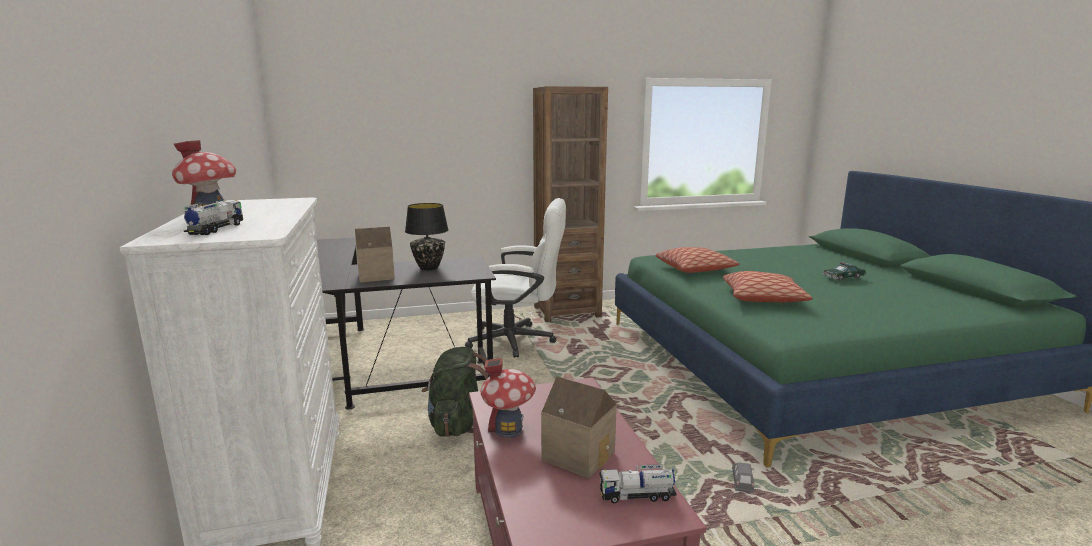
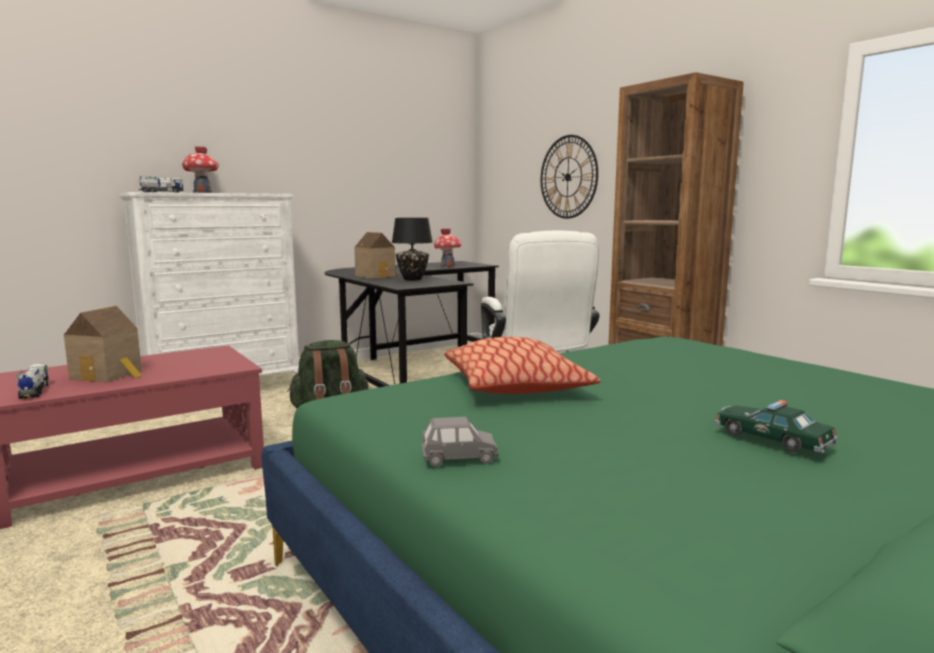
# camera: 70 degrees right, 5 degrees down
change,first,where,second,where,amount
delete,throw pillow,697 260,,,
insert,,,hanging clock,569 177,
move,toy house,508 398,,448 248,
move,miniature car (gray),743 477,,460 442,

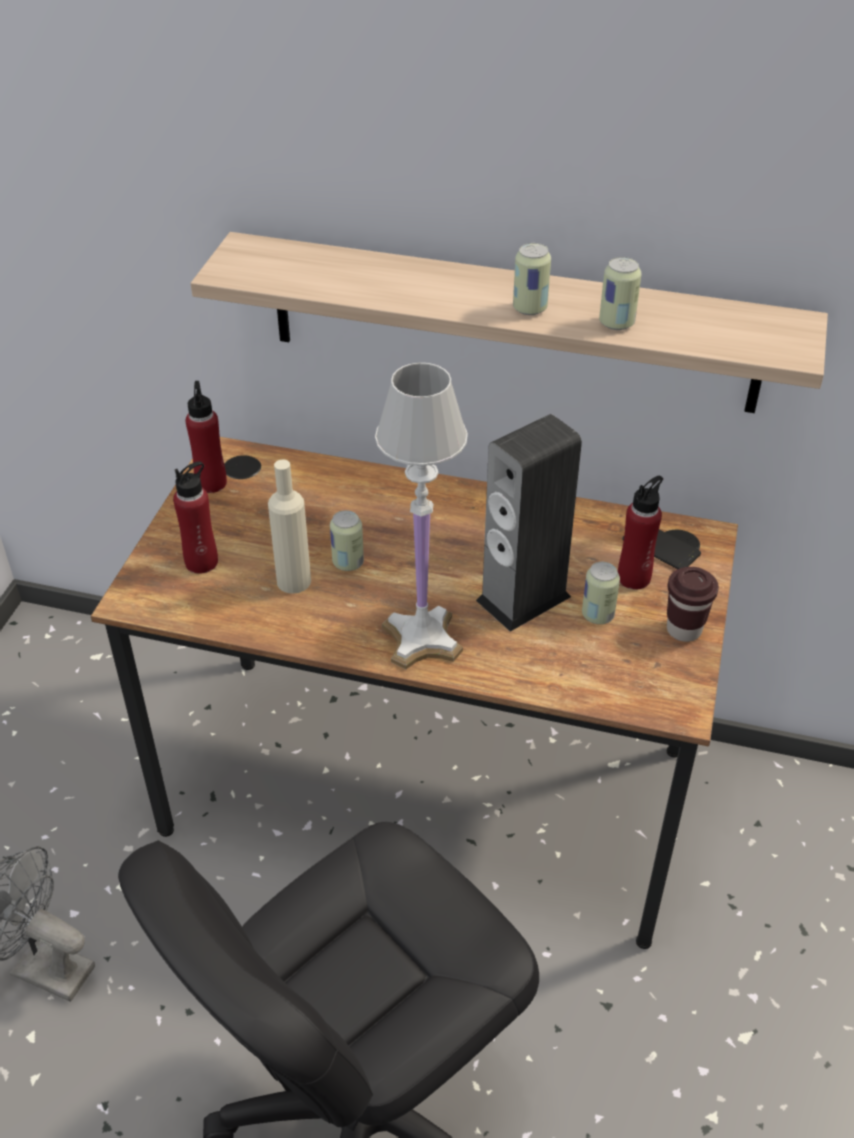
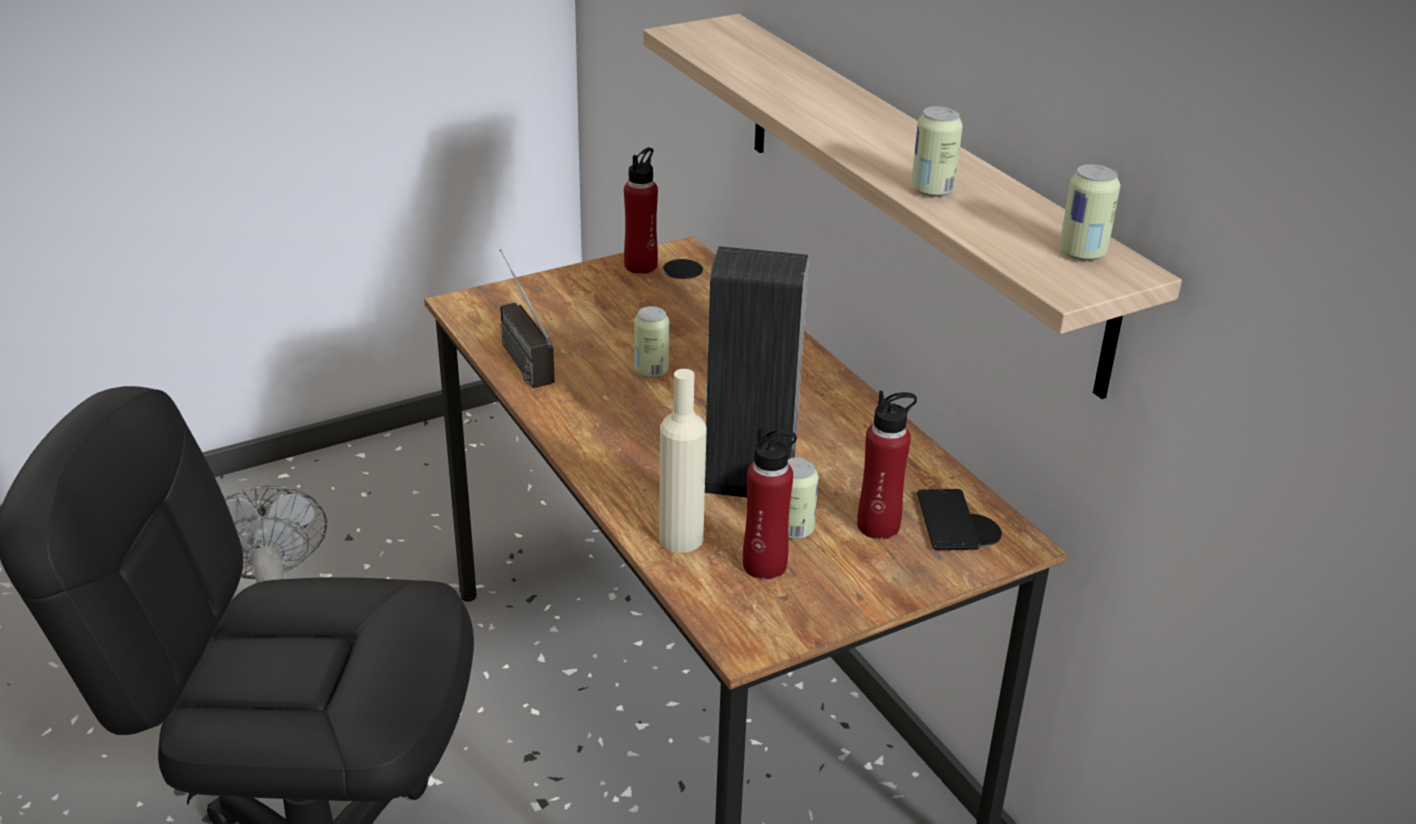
# camera: 45 degrees right, 10 degrees down
change,first,where,second,where,amount
delete,table lamp (whitish),421 516,,,
delete,cup (brownish),693 604,,,
insert,,,radio set,527 318,
move,bottle (reddish),195 518,,770 503,
move,bottle (beige),289 526,,682 461,
move,metal can,532 279,,1089 212,

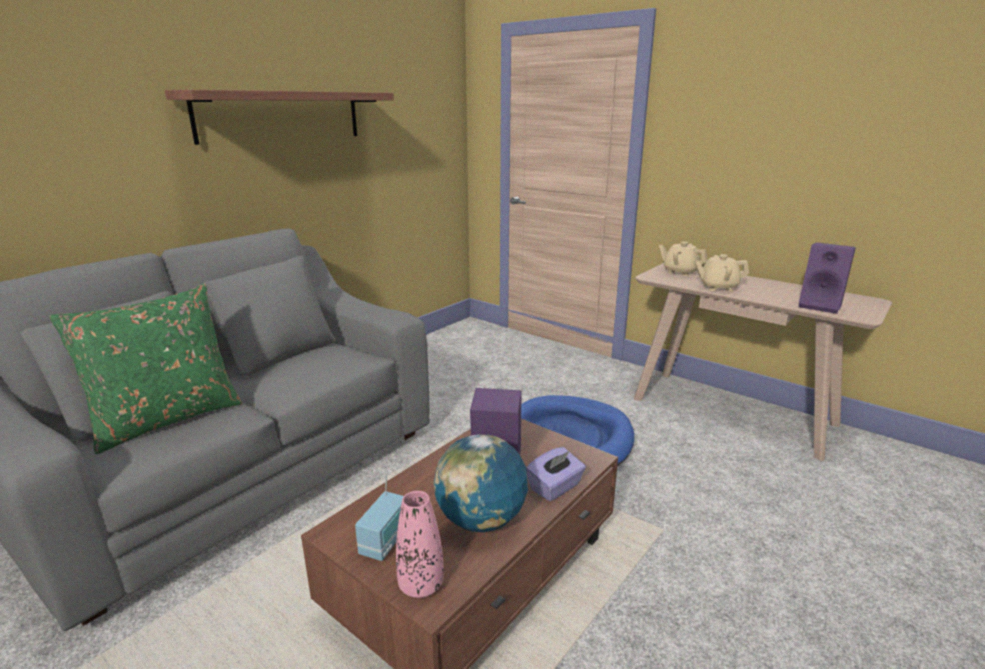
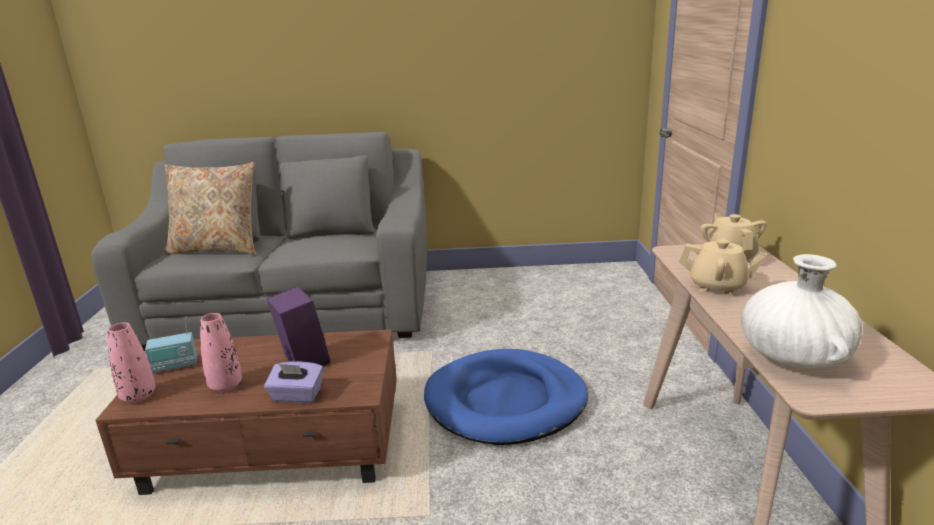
# camera: 50 degrees right, 0 degrees up
change,first,where,second,where,amount
delete,shelf,279 117,,,
replace,world globe,480 483,decorative vase (pink),221 352,
replace,speaker (purple-coloured),827 278,decorative vase (whitish),801 311,
recolor,throw pillow (greenish),146 369,throw pillow (beige),210 208,
rotate,teapot (beige),722 272,,723 267,150 degrees clockwise

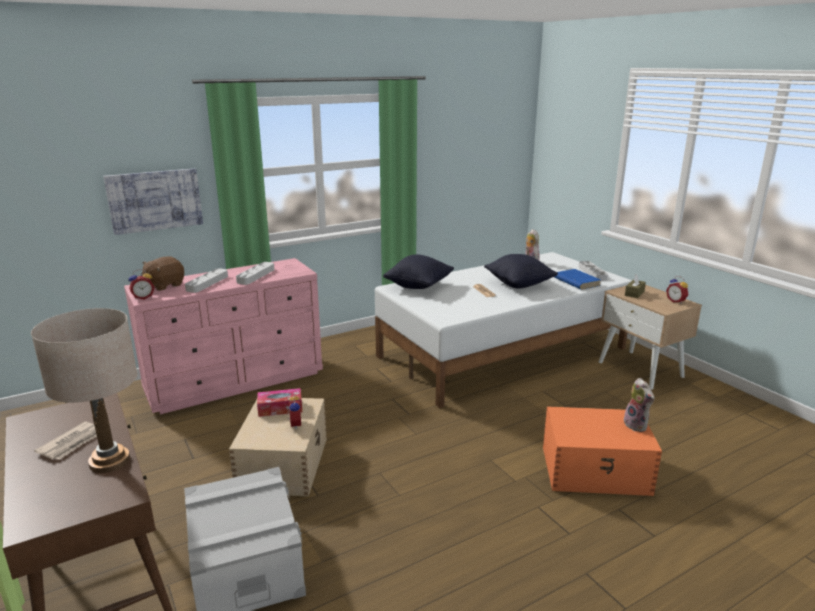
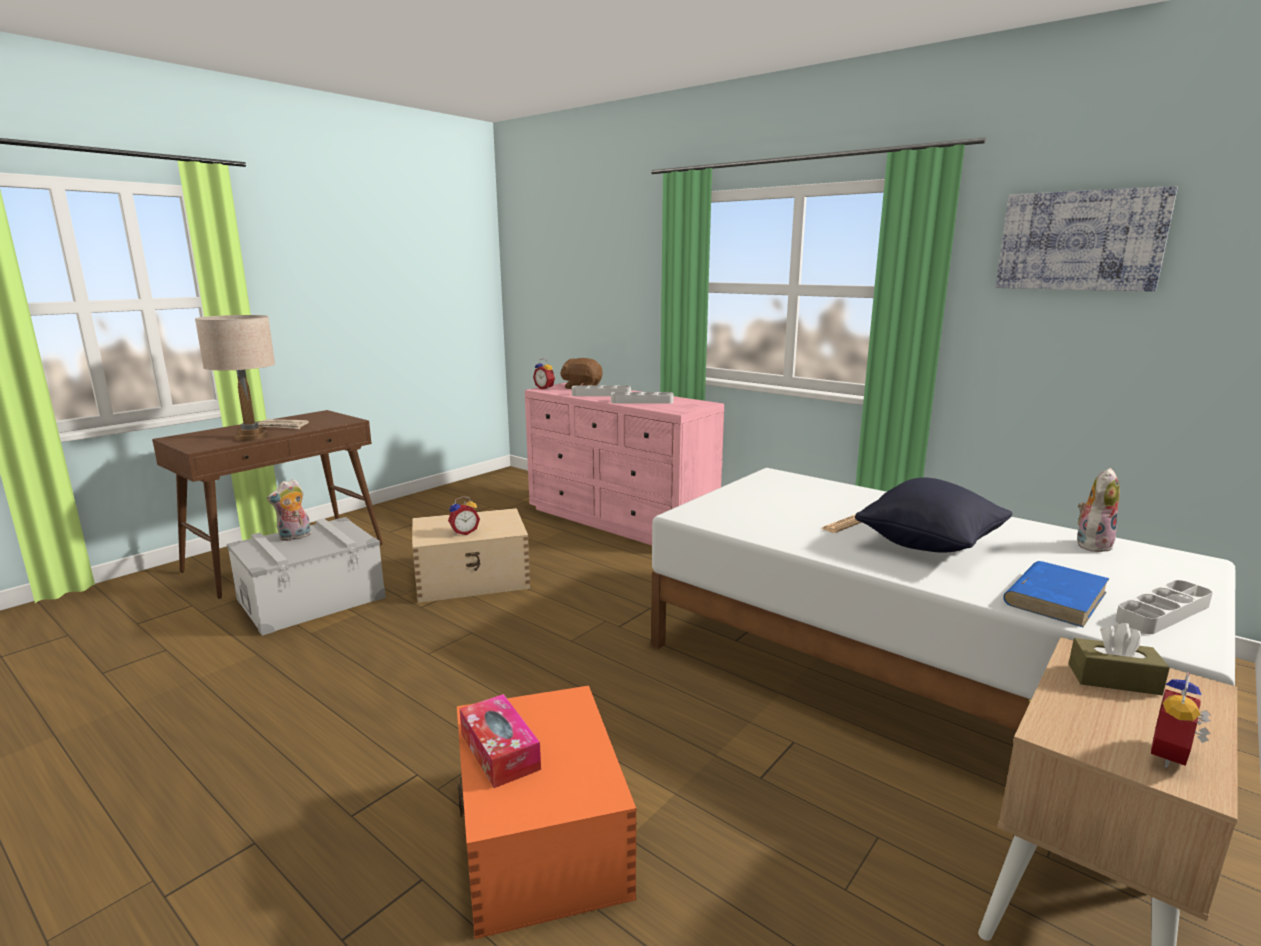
# camera: 70 degrees right, 5 degrees down
change,first,where,second,where,amount
delete,throw pillow (blackish),418 271,,,
move,wall picture,153 201,,1087 239,
move,tissue box,279 402,,500 741,
move,cuddly toy,639 405,,289 510,

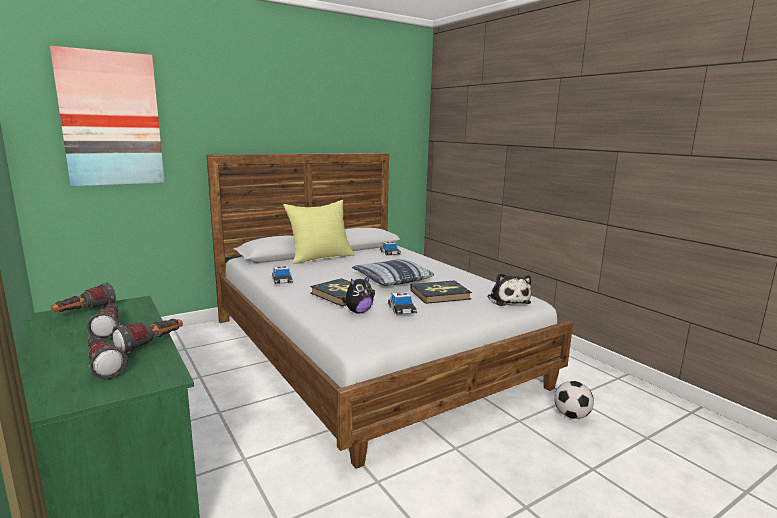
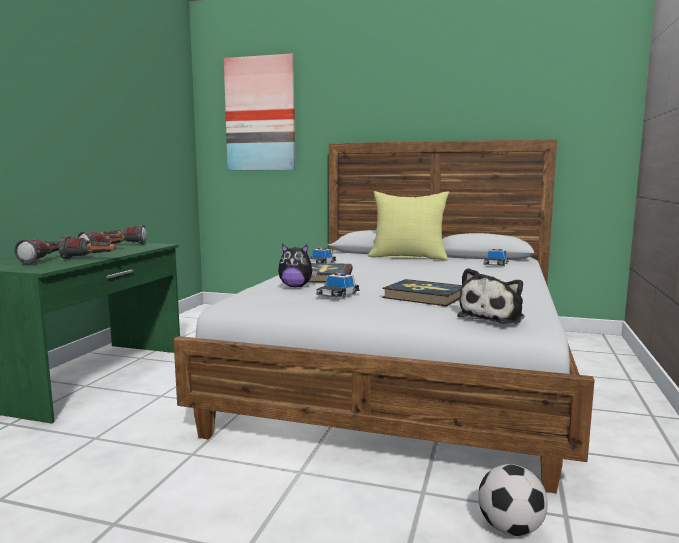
# camera: 50 degrees right, 5 degrees down
change,first,where,second,where,amount
delete,throw pillow,393 272,,,

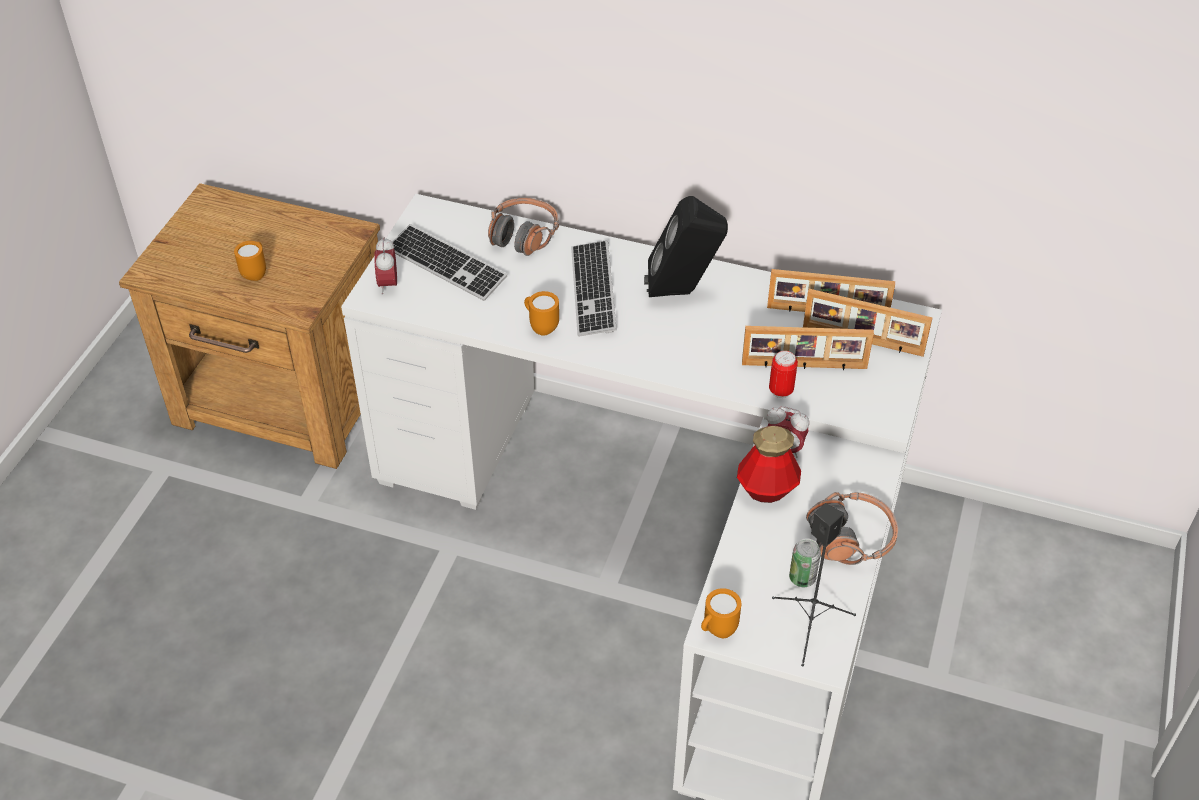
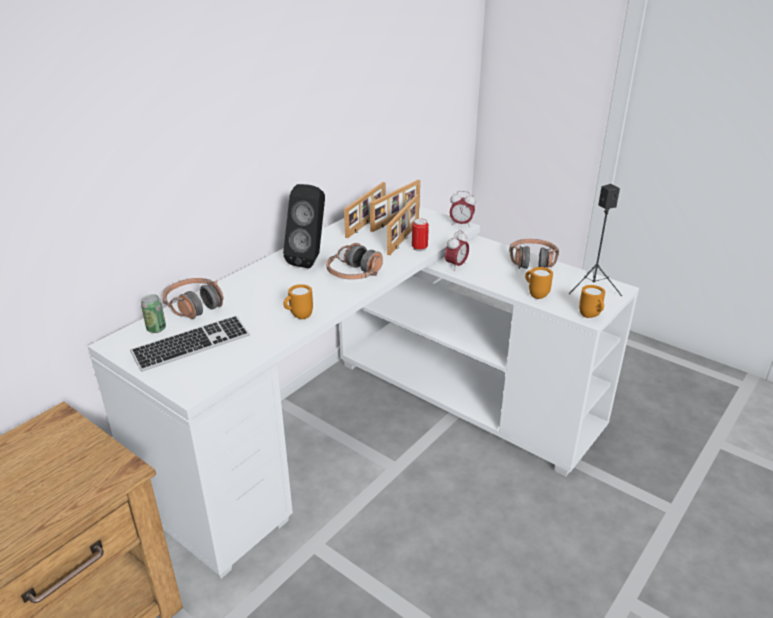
# camera: 70 degrees left, 15 degrees down
change,first,where,second,where,amount
delete,PC keyboard,594 288,,,
delete,bottle,769 464,,,
insert,,,headset,354 261,
move,mug (orangey),250 261,,539 283,
move,bedside clock,385 266,,462 209,
move,metal can,805 562,,153 313,

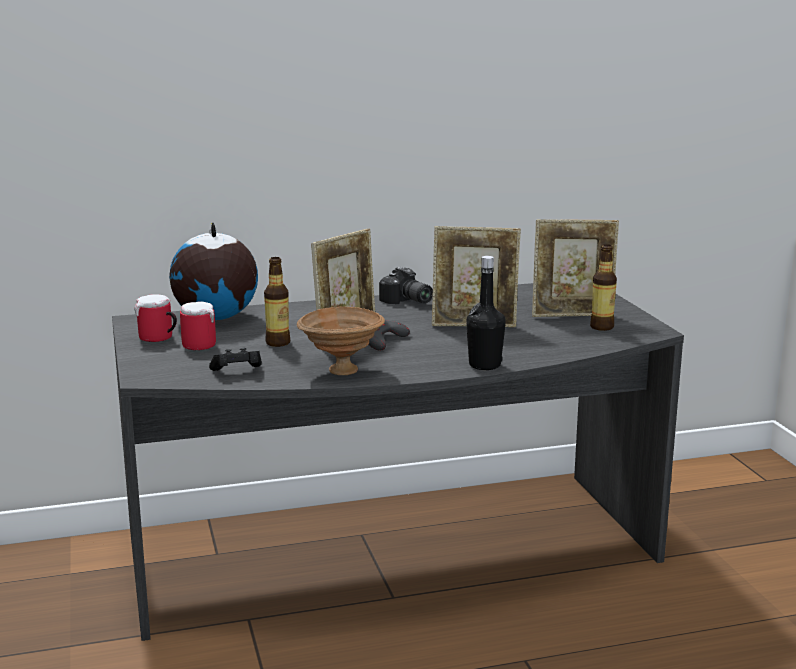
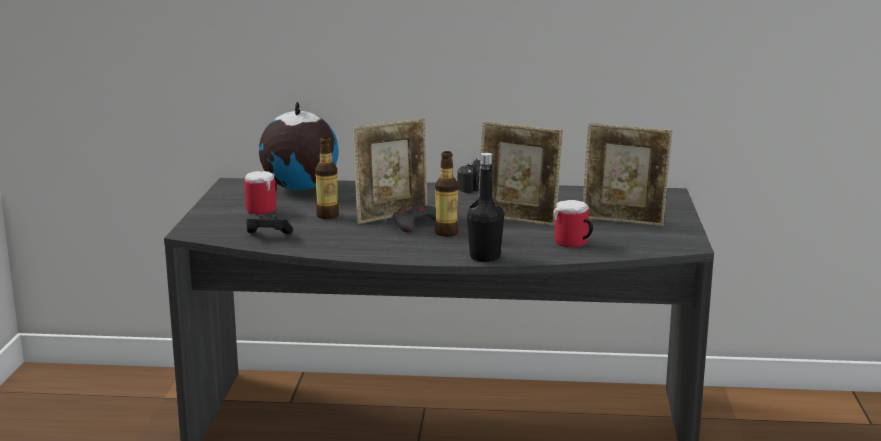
# camera: 20 degrees right, 0 degrees up
change,first,where,second,where,amount
delete,bowl (brownish),341 341,,,
move,mug,155 318,,573 223,
move,bottle,603 287,,446 194,

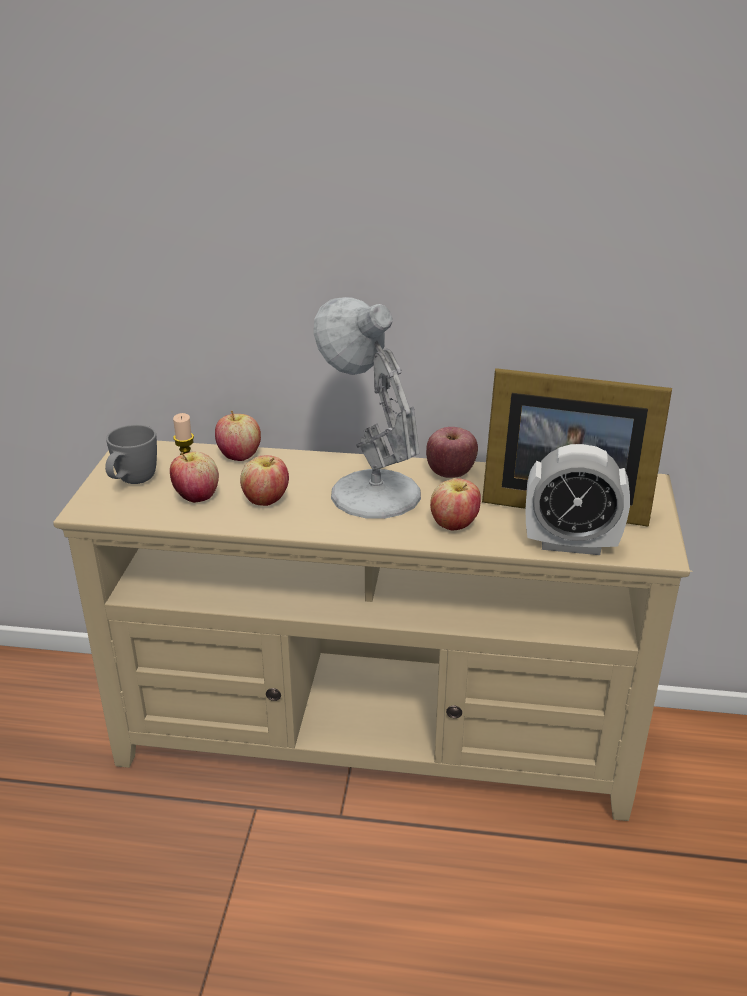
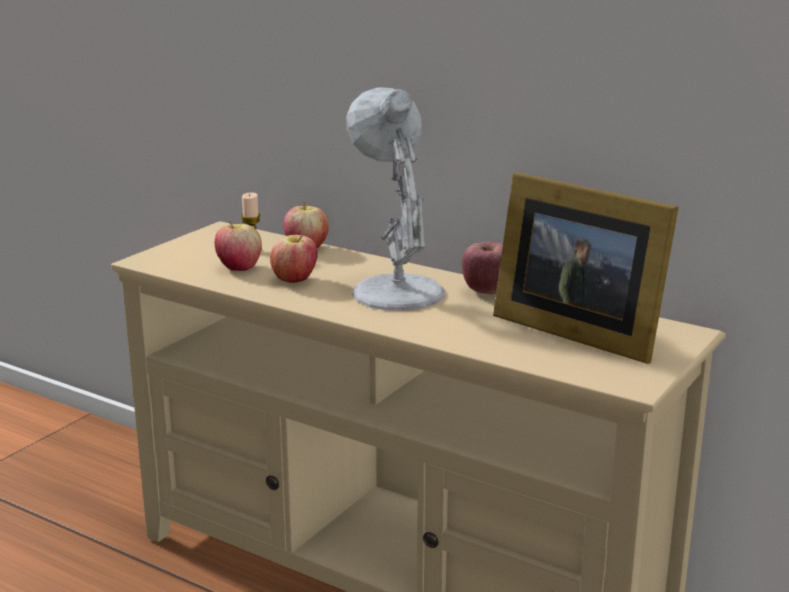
# camera: 25 degrees right, 10 degrees down
change,first,where,second,where,amount
delete,mug (gray),131 454,,,
delete,whole apple,455 504,,,
delete,bedside clock,578 499,,,

